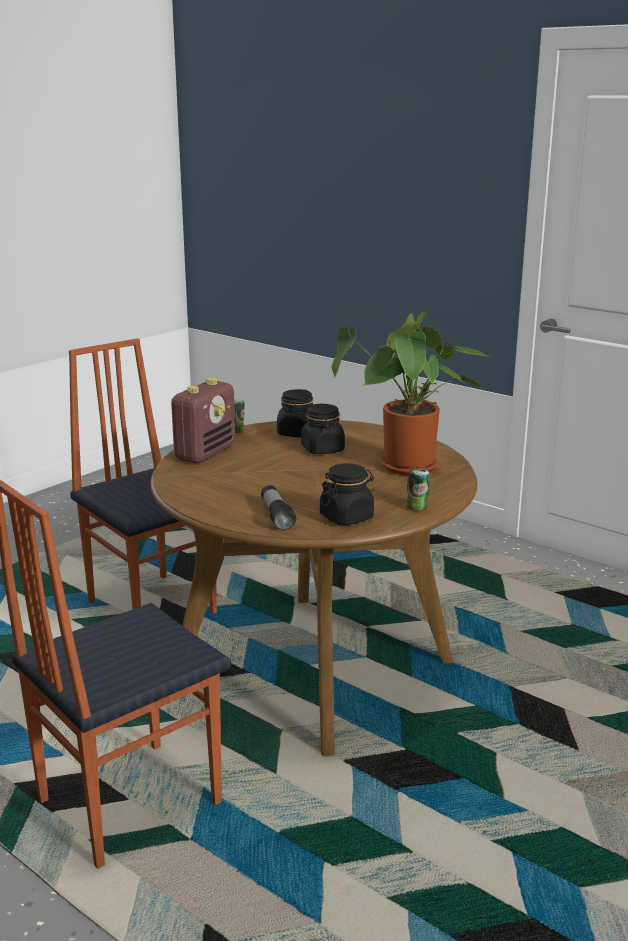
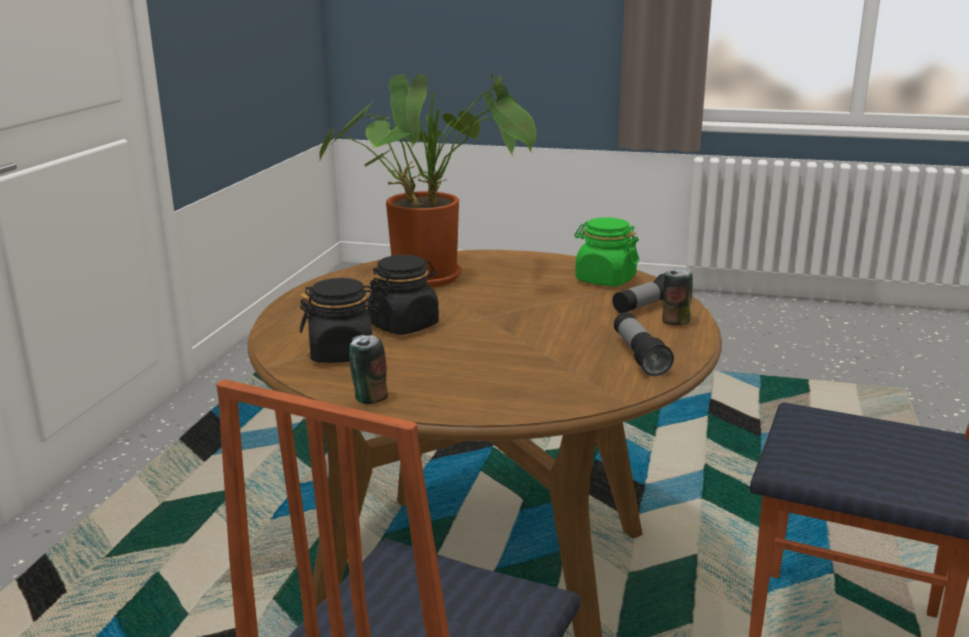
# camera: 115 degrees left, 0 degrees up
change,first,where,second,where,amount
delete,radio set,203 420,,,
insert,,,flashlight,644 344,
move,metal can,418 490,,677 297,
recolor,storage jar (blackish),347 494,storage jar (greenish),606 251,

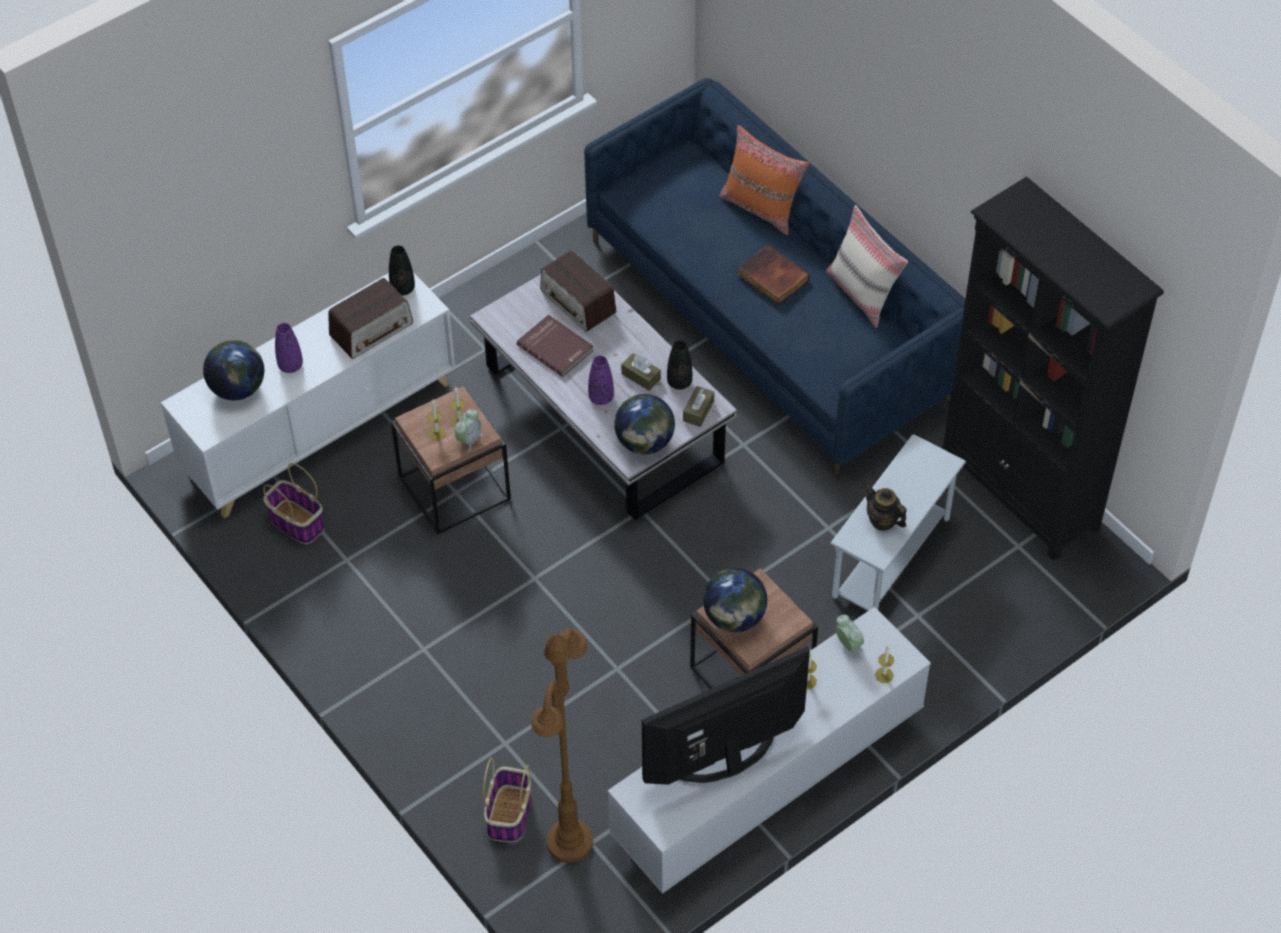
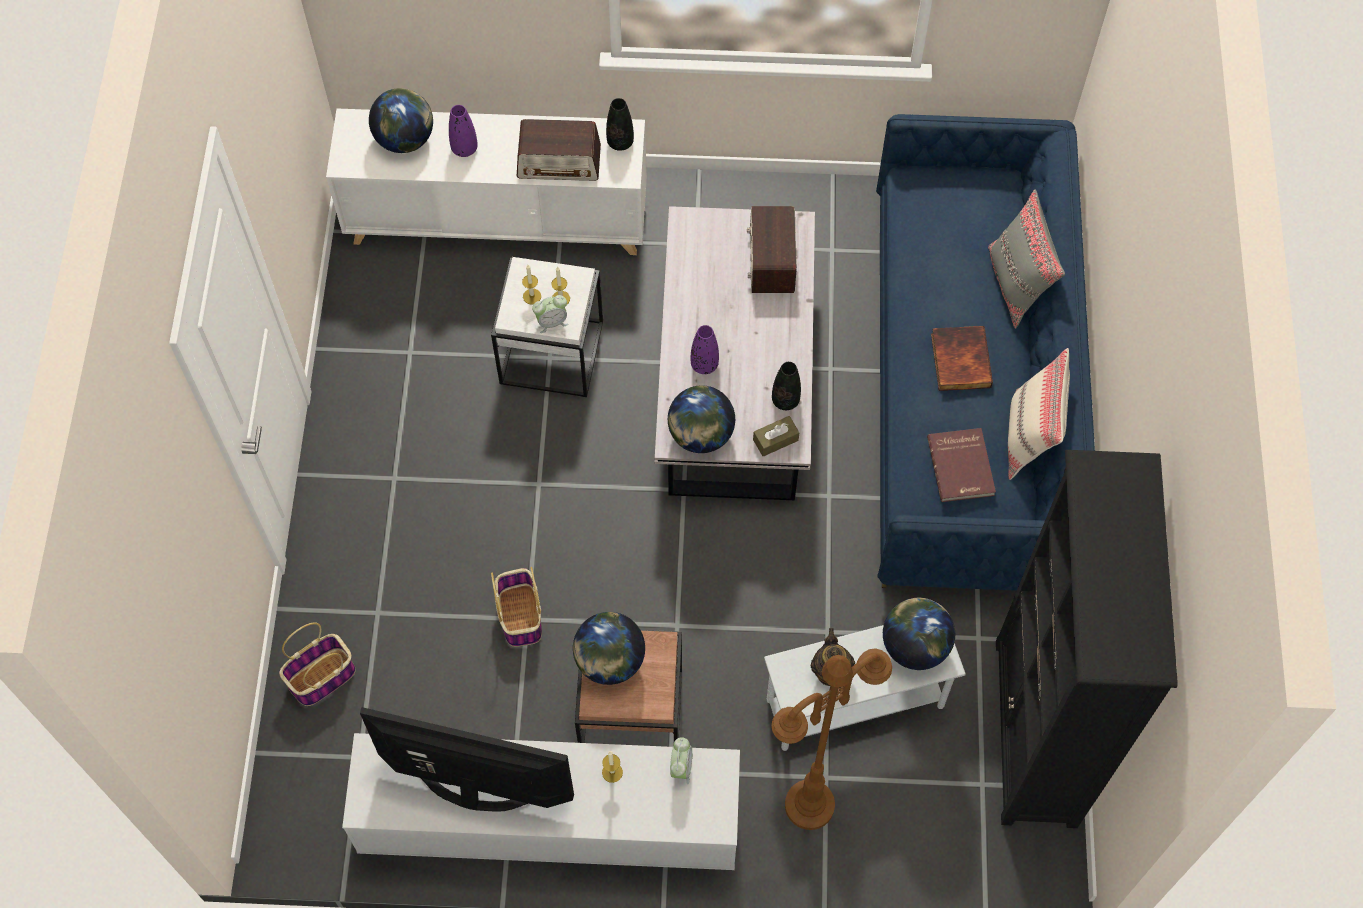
# camera: 40 degrees right, 10 degrees up
change,first,where,second,where,amount
delete,tissue box (brownish),641 372,,,
delete,candle,884 663,,,
insert,,,world globe,919 634,
move,storage basket,294 503,,516 607,
move,bound book (reddish),555 346,,961 465,
move,standing lamp (brownish),562 746,,832 739,
recolor,accent table (brownish),451 460,accent table (whitish),547 327,
recolor,throw pillow (orangey),764 180,throw pillow (gray),1026 259,

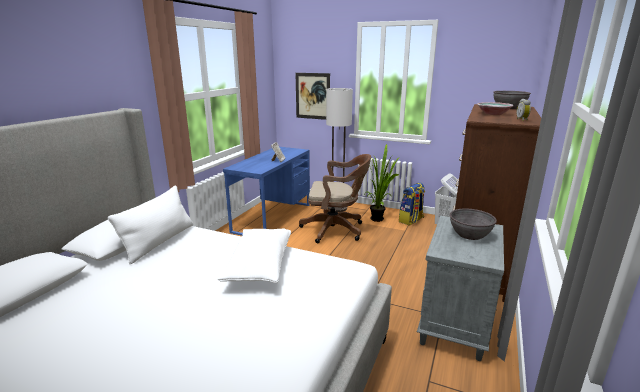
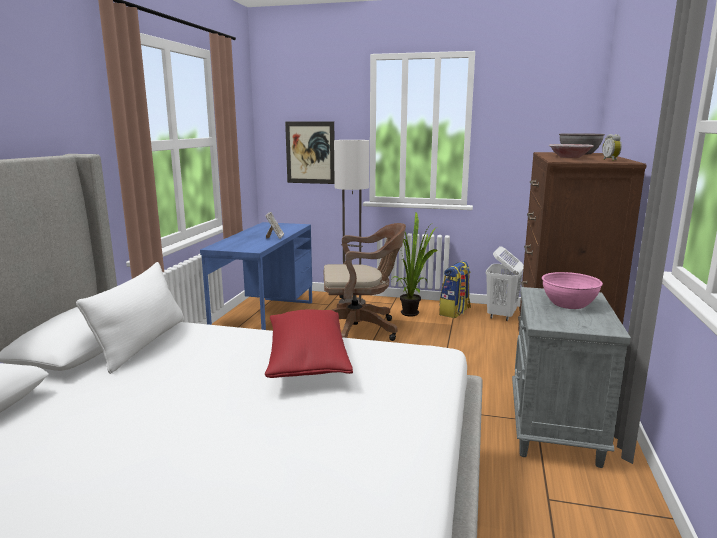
# camera: 10 degrees left, 5 degrees down
change,first,where,second,where,amount
recolor,throw pillow (whitish),254 255,throw pillow (reddish),309 343,
recolor,bowl (gray),473 224,bowl (pink),572 290,

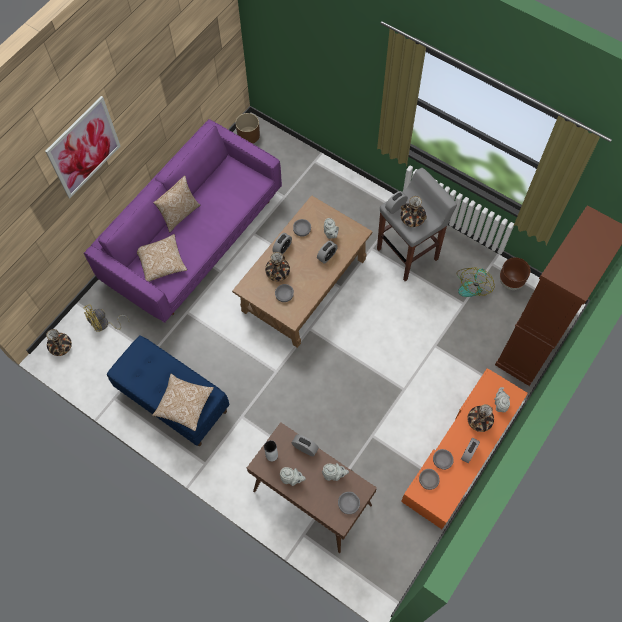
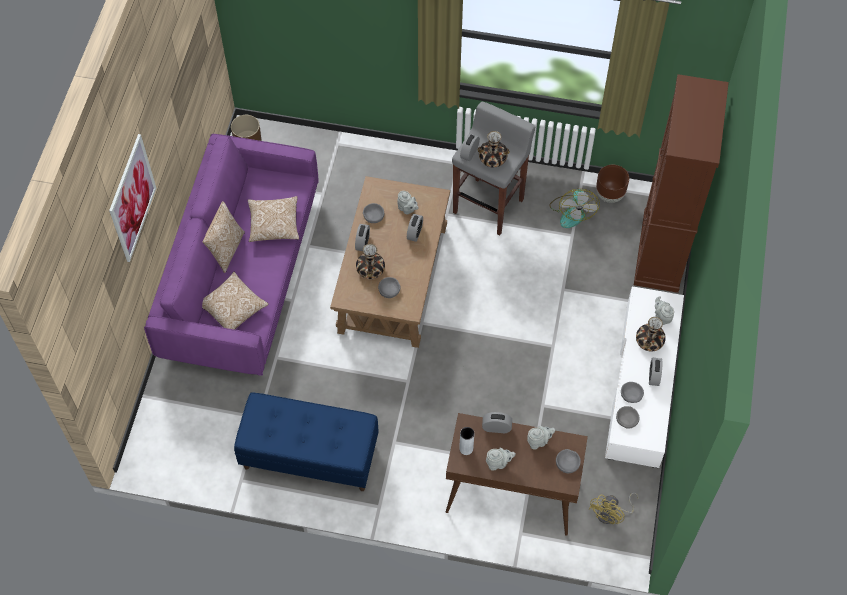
# camera: 25 degrees left, 5 degrees down
change,first,where,second,where,amount
delete,decorative vase,59 342,,,
move,cooling fan (yellow),106 318,,614 508,
move,throw pillow,183 402,,273 219,
recolor,tv unit (orangey),464 448,tv unit (whitish),644 377,

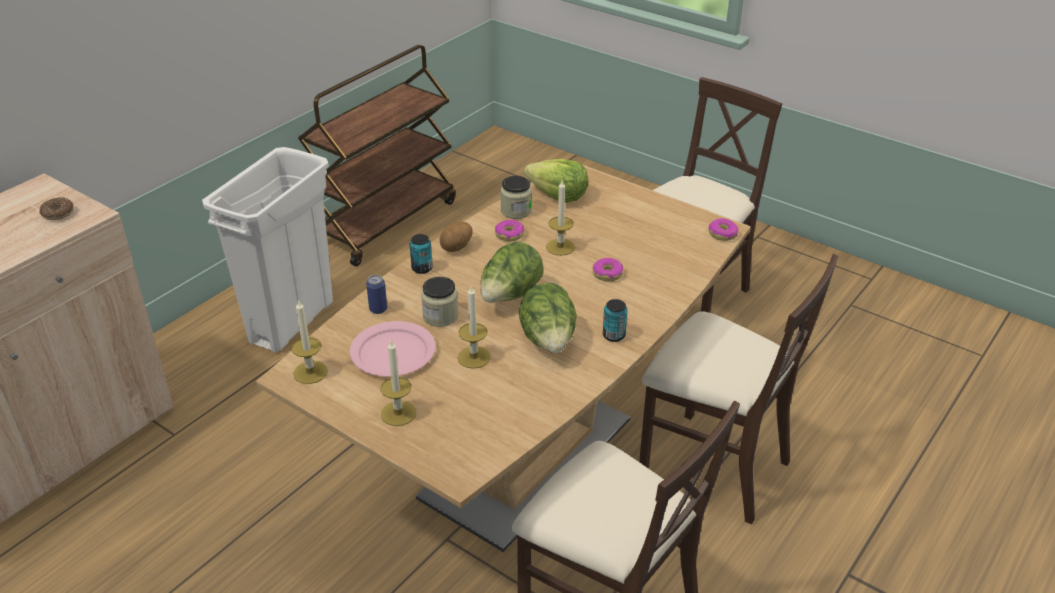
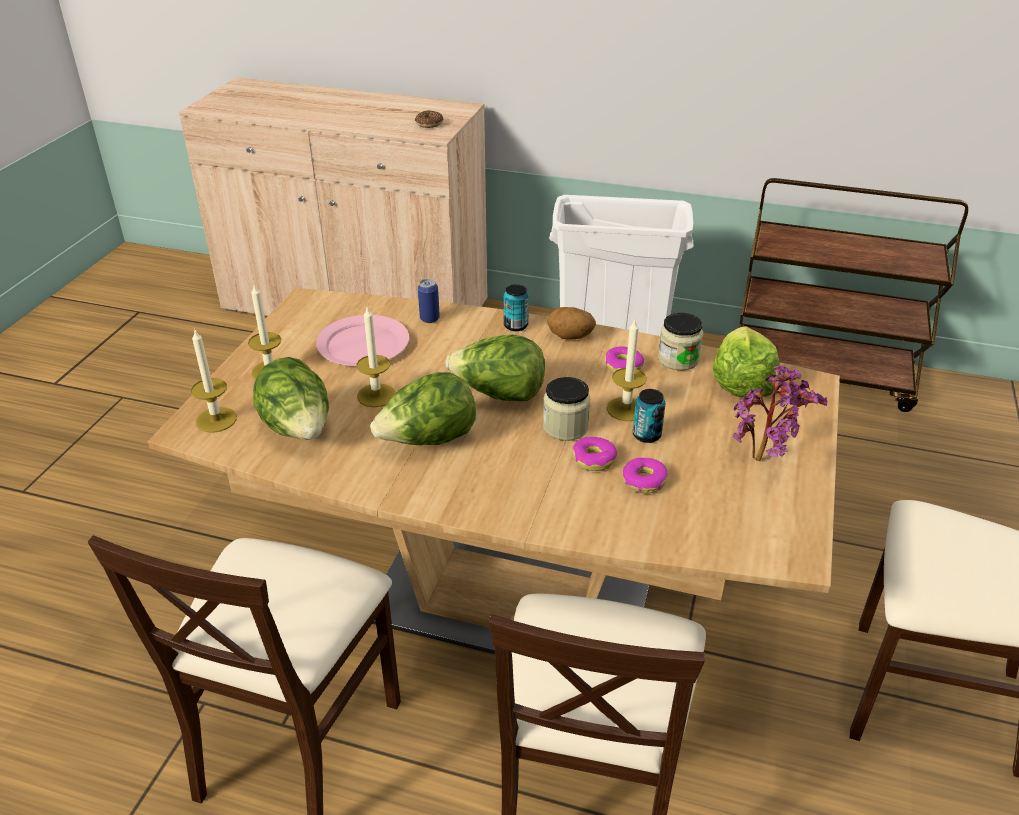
# camera: 70 degrees right, 0 degrees up
change,first,where,second,where,amount
insert,,,lettuce head,291 398,
insert,,,potted plant,780 413,
move,candle,309 341,,214 381,
move,storage jar,440 302,,566 409,
move,metal can,615 320,,649 416,
move,donut,724 229,,645 476,

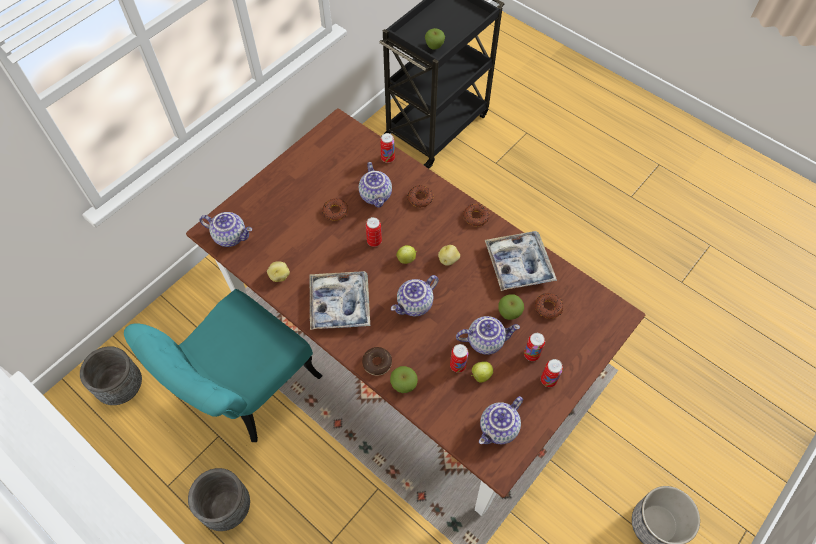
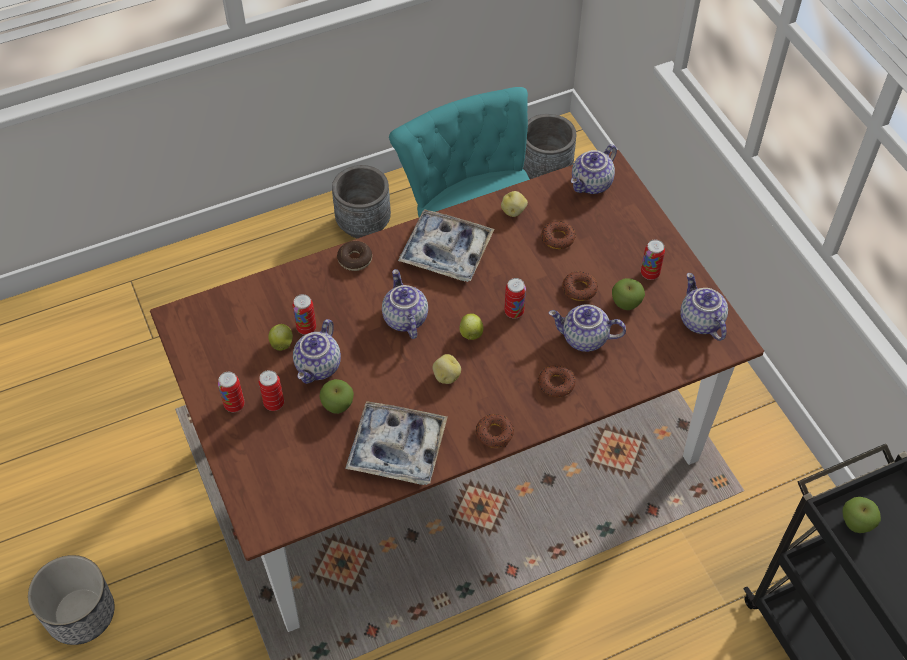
# camera: 115 degrees right, 5 degrees down
change,first,where,second,where,amount
move,metal can,387 148,,653 259,
move,whole apple,404 379,,628 294,
move,teapot,501 420,,704 307,
move,donut,549 306,,558 235,

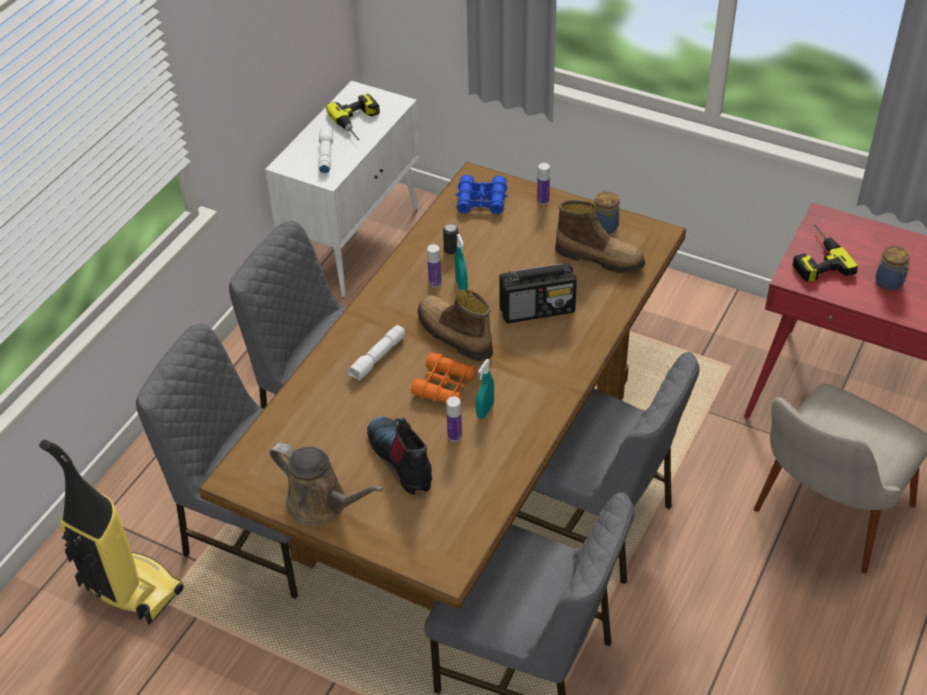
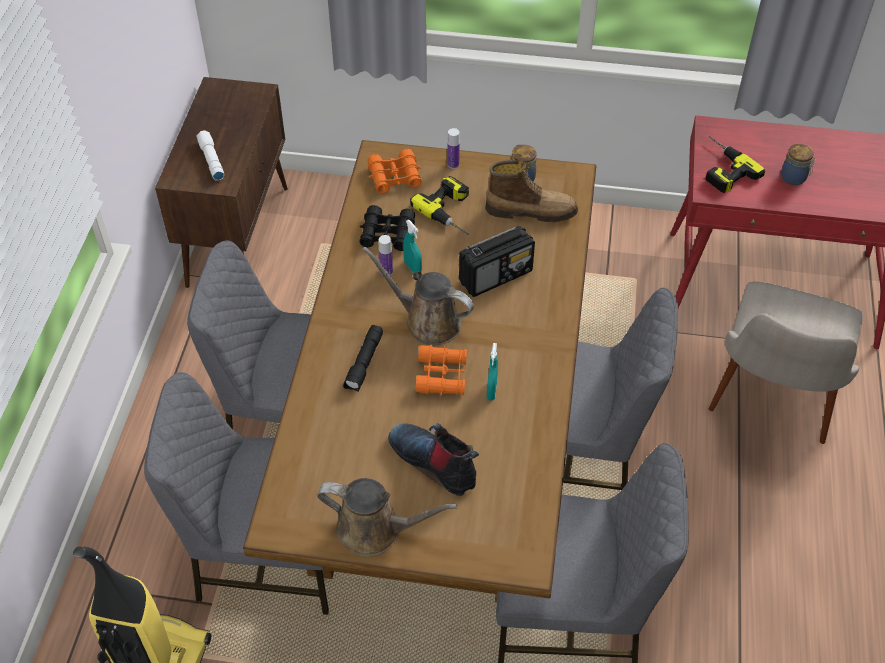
# camera: 20 degrees left, 5 degrees up
change,first,where,second,where,amount
delete,bottle,454 418,,,
move,power drill,353 117,,439 205,
replace,tall boot,455 325,watering pot (brownish),418 295,
replace,metal can,450 239,pair of binoculars (blackish),387 228,
recolor,cabinet (whitish),342 189,cabinet (brownish),221 182,
recolor,flashlight (whitish),376 353,flashlight (blackish),363 358,
recolor,pair of binoculars (blue),481 194,pair of binoculars (orangey),395 171,

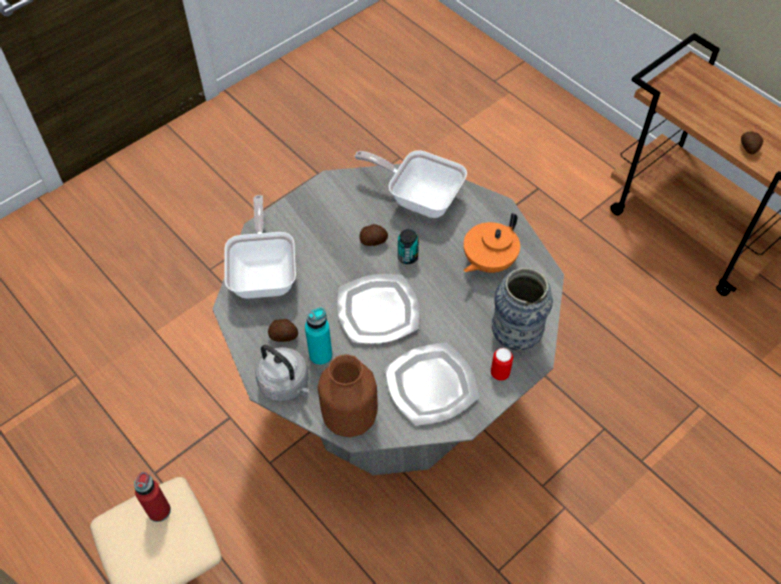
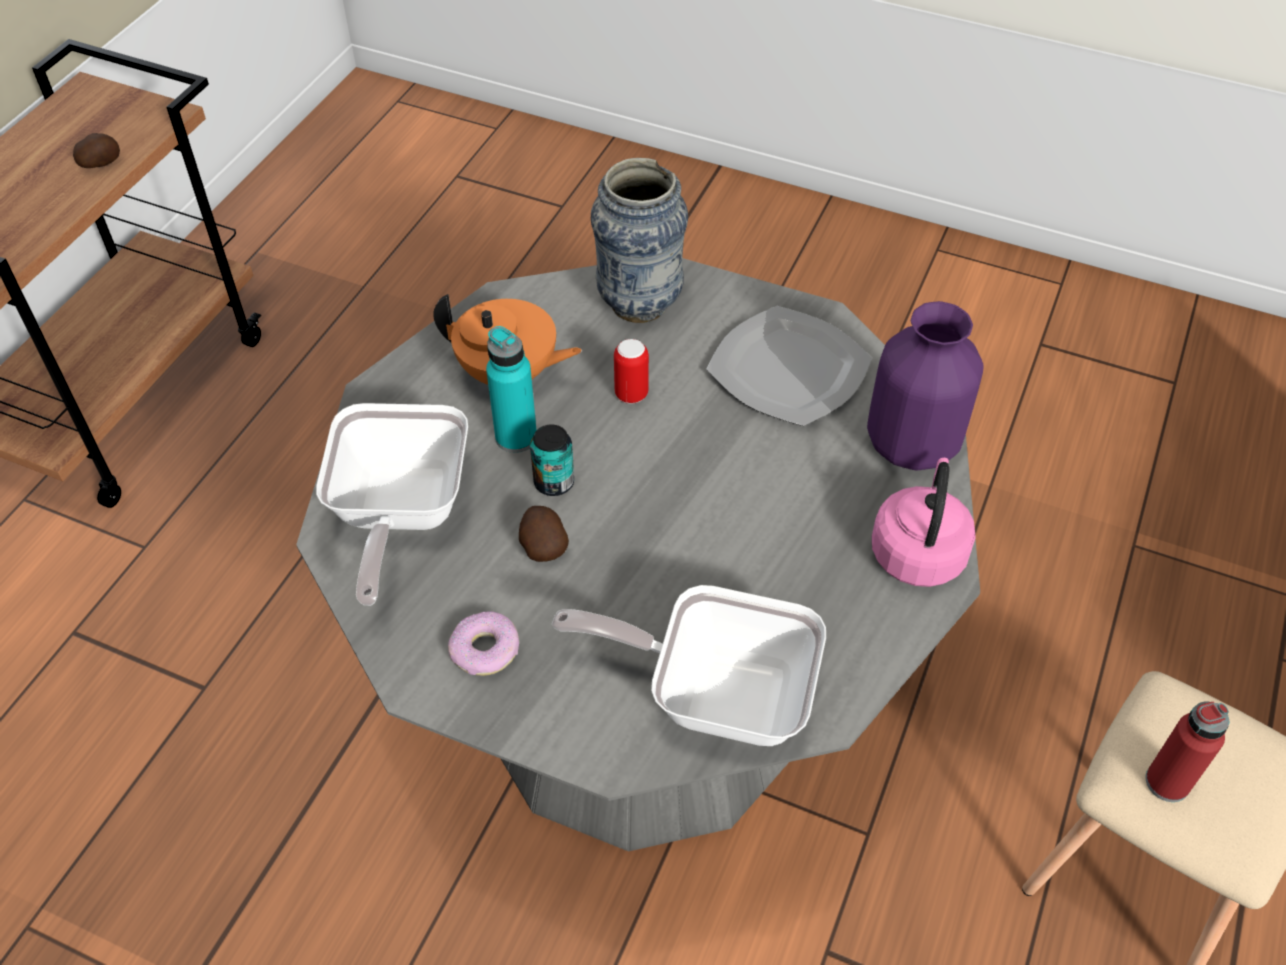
# camera: 115 degrees left, 5 degrees down
change,first,where,second,where,amount
delete,potato,283 330,,,
delete,plate,378 309,,,
insert,,,donut,483 643,
move,bottle (blue-green),318 336,,511 389,
move,metal can,502 364,,631 371,
recolor,kettle (gray),282 373,kettle (pink),924 522,
recolor,decorative vase (brownish),348 395,decorative vase (purple-coloured),925 386,
rotate,pan,260 247,,689 665,45 degrees clockwise

